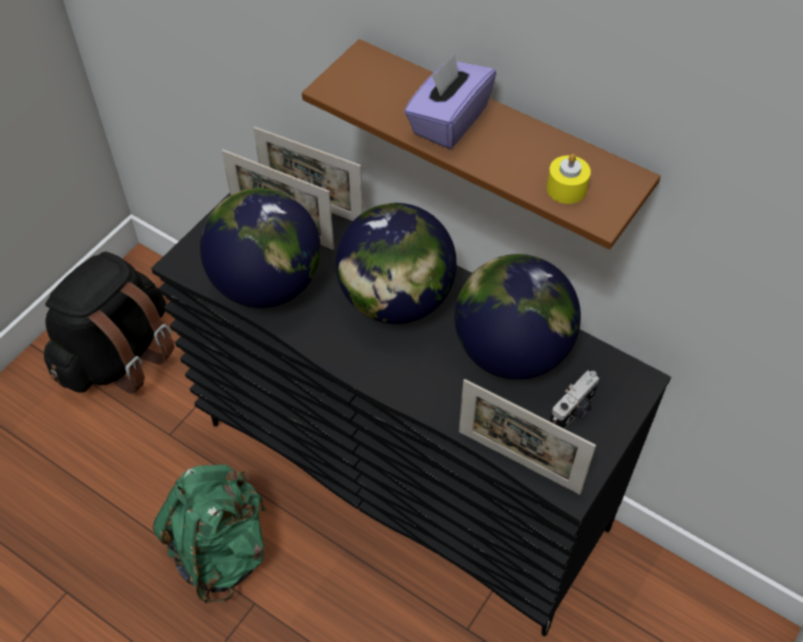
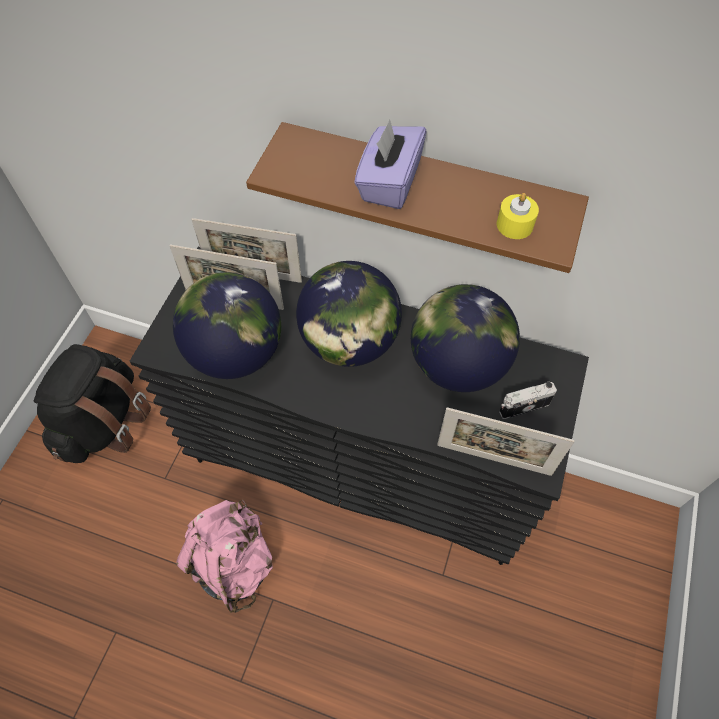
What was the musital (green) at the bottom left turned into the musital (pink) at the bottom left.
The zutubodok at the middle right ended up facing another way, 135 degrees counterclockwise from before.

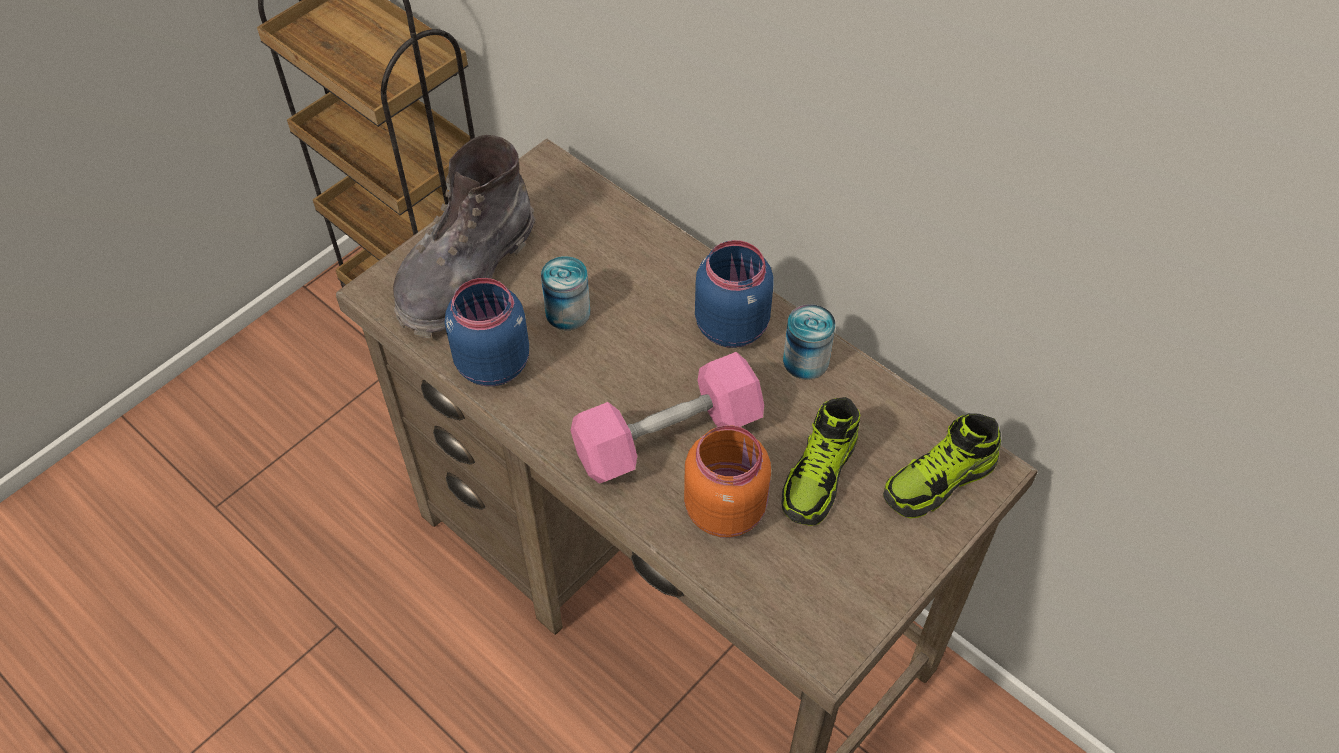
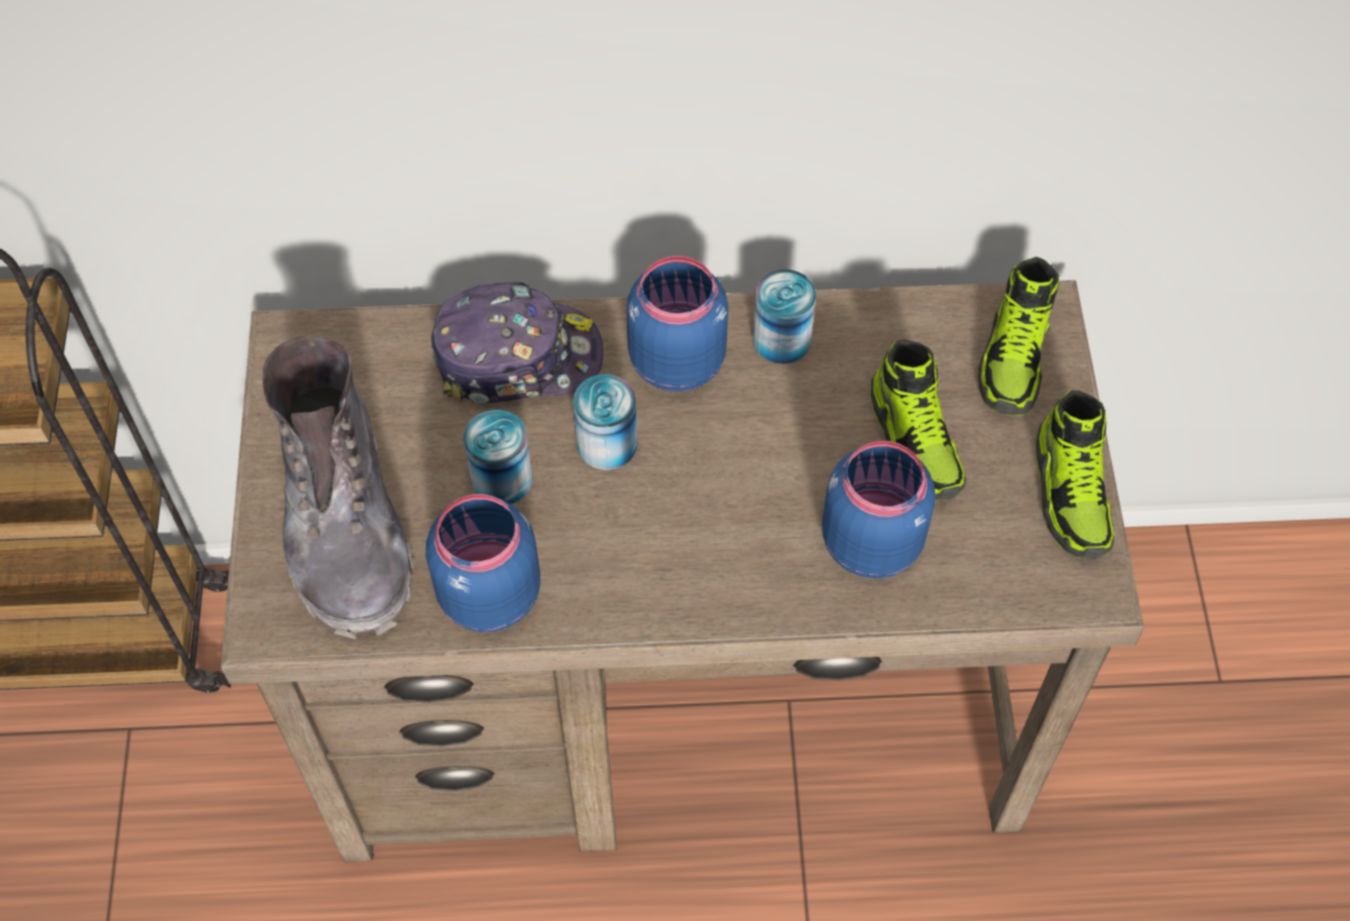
The second view lost the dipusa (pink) at the centre.
The second view gained the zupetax at the centre.
The second view gained the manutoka (no. 2 from left) at the centre.
The second view gained the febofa (no. 3 from left) at the middle right.
What was the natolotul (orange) at the centre turned into the natolotul (blue) (no. 3 from left) at the centre.

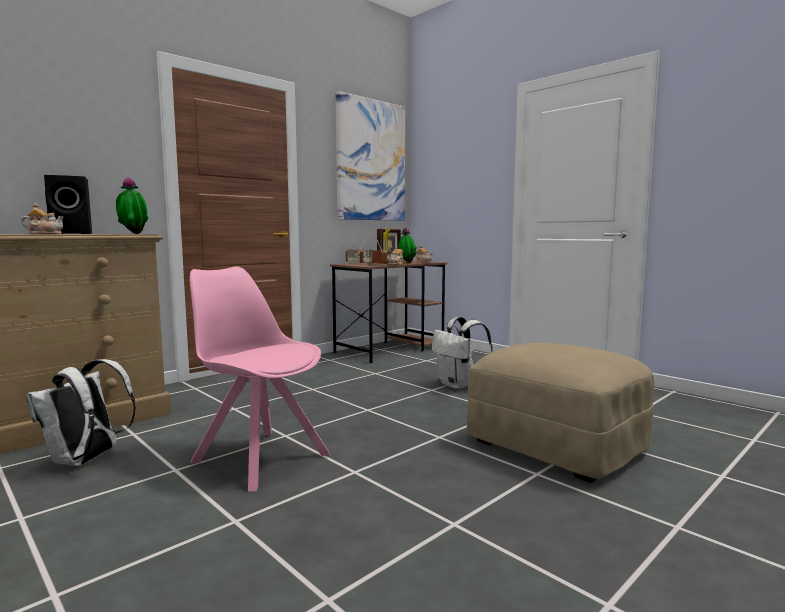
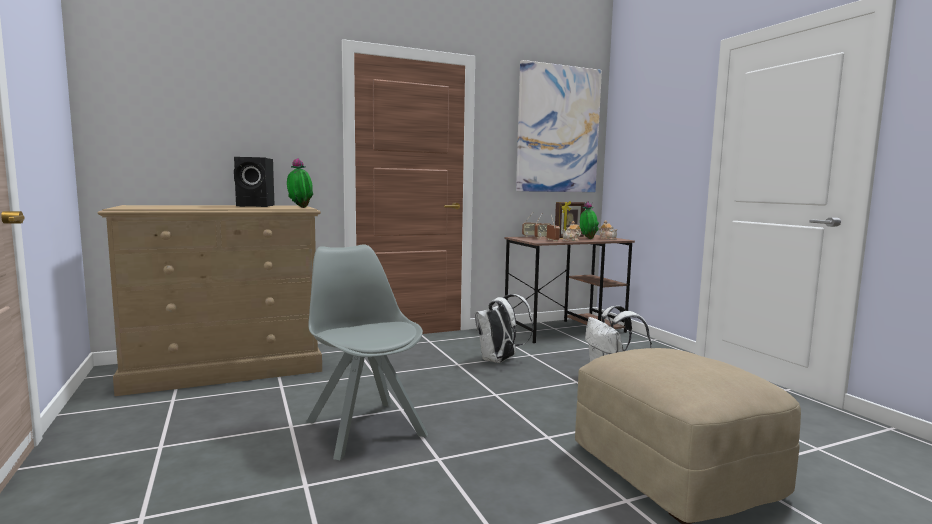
The second view lost the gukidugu (no. 1 from left) at the middle left.
The musital (white) (no. 1 from left) ended up elsewhere, having gone from the bottom left to the centre.
What was the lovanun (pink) at the middle left turned into the lovanun (grey) at the bottom centre.

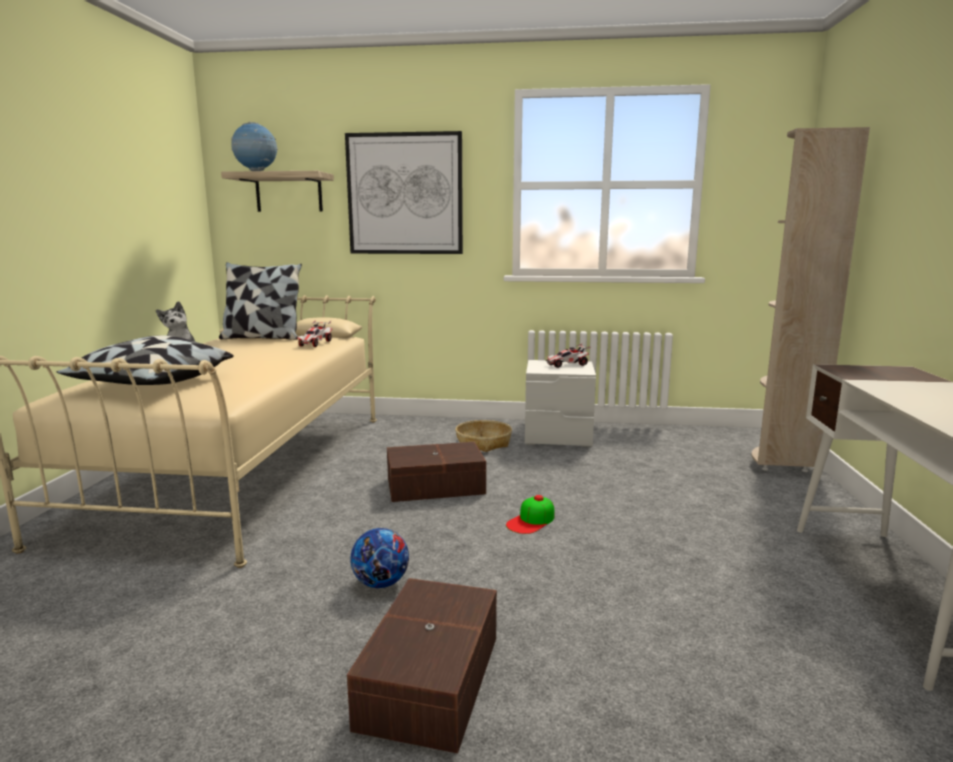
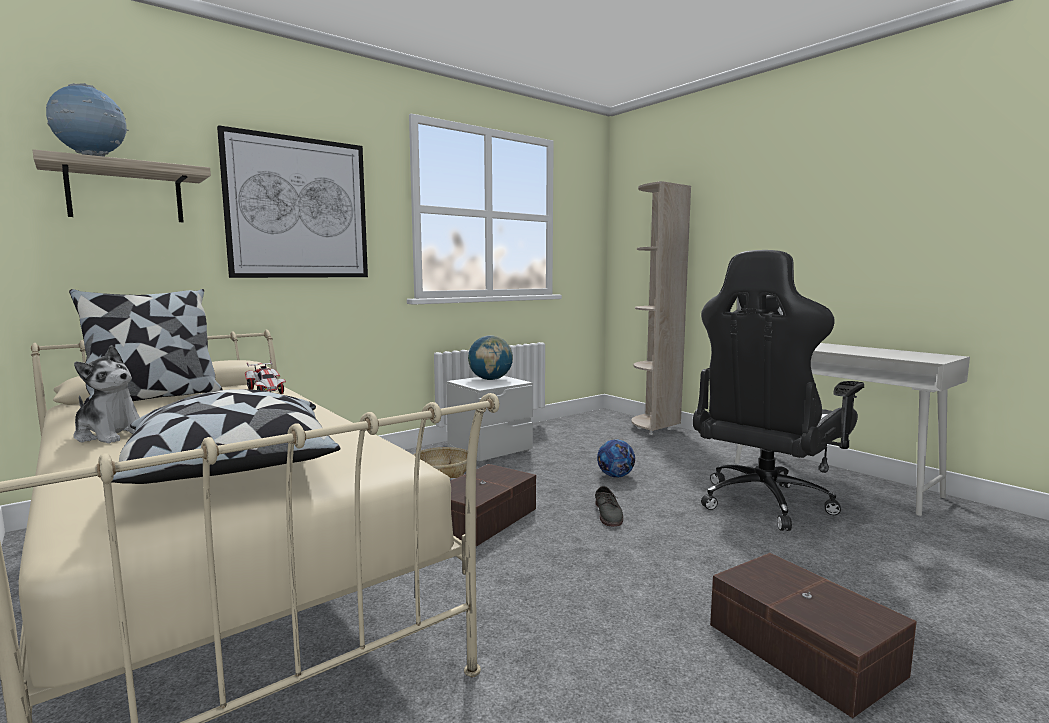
The second view gained the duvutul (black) at the middle right.
The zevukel ended up elsewhere, having gone from the bottom centre to the centre.
Where the zupetax stood at the bottom centre, the febofa (grey) came to stand at the bottom centre.
Where the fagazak (no. 2 from left) stood at the centre, the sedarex (no. 2 from left) came to stand at the centre.

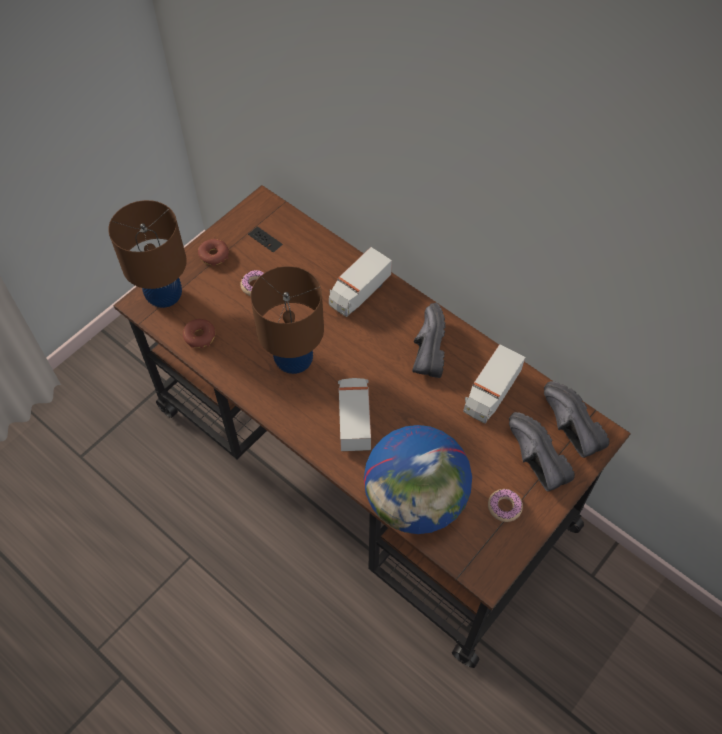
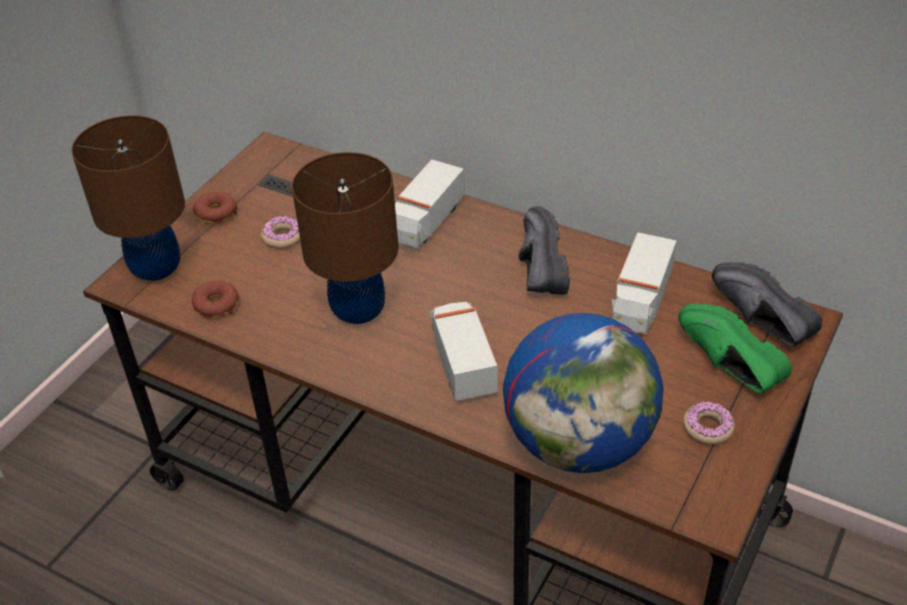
What was the febofa (black) (no. 2 from left) at the middle right turned into the febofa (green) at the middle right.

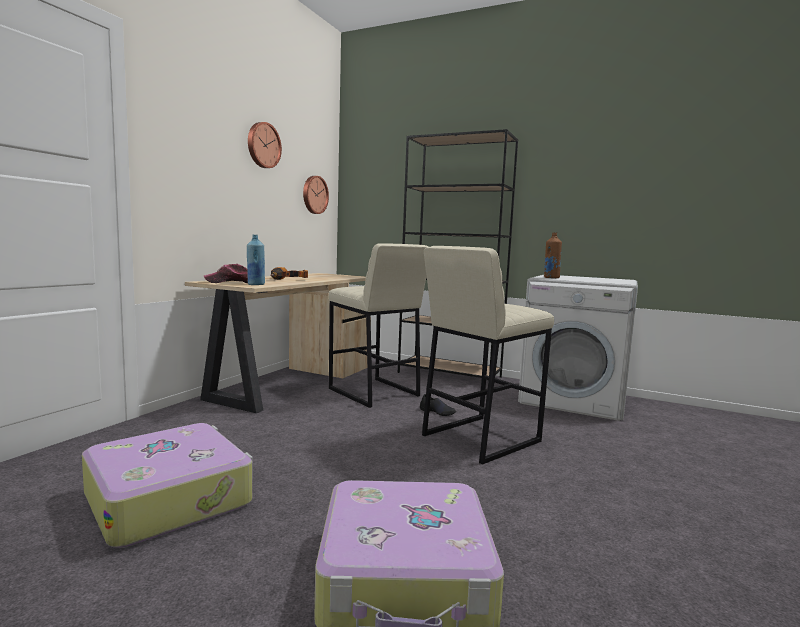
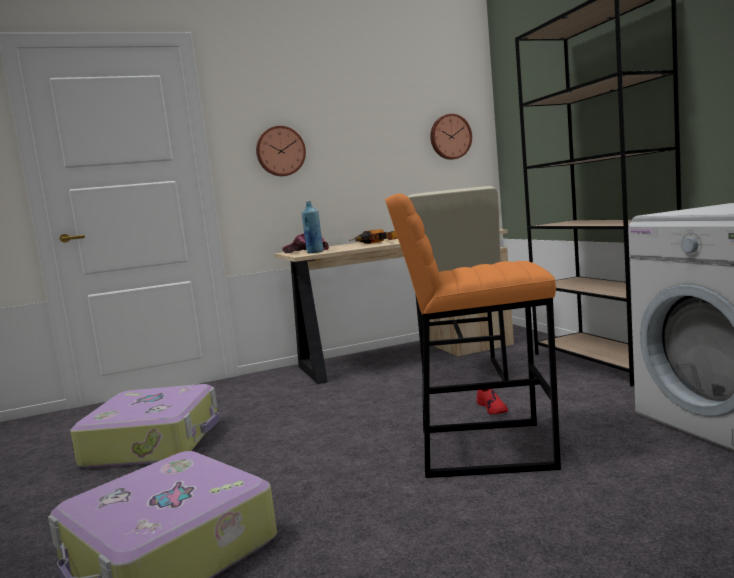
The second view lost the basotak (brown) at the middle right.
The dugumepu (no. 1 from left) ended up elsewhere, having gone from the top left to the top centre.
What was the febofa (black) at the centre turned into the febofa (red) at the bottom right.
What was the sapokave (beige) (no. 2 from left) at the centre turned into the sapokave (orange) at the centre.

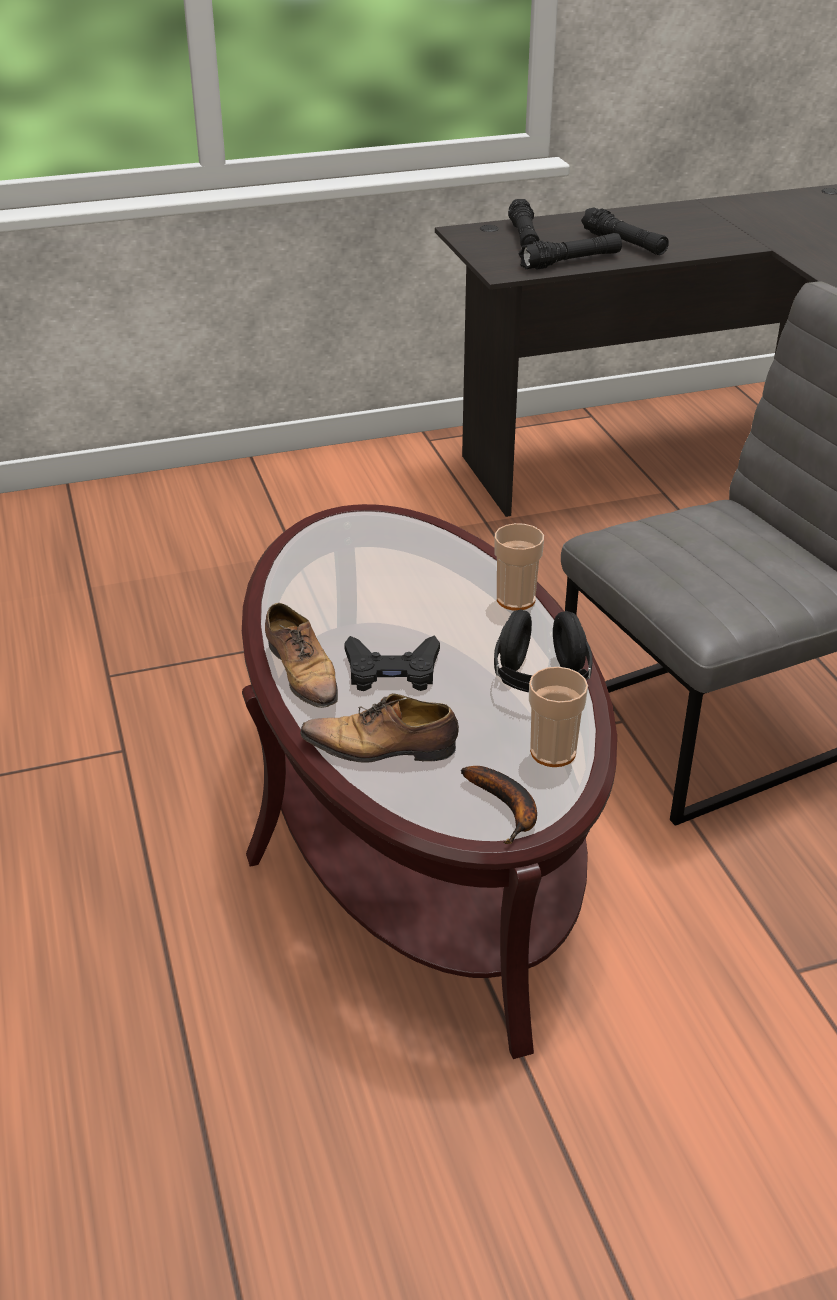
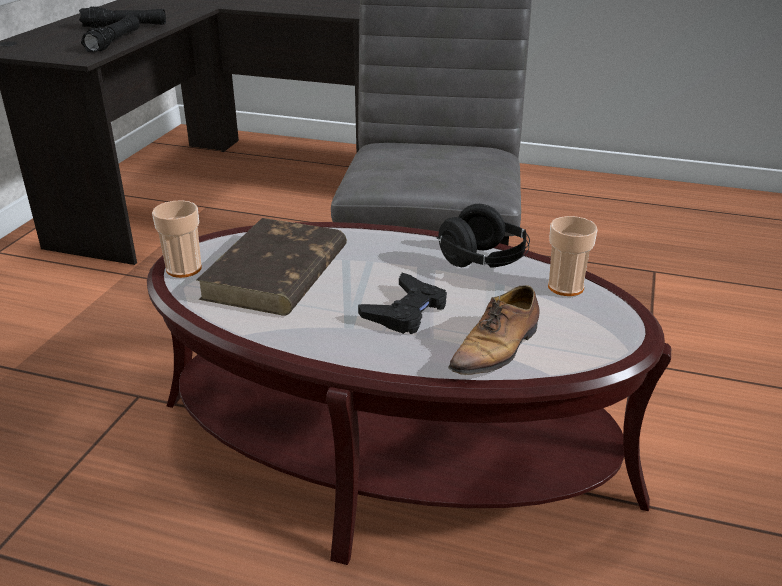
The second view lost the febofa (no. 1 from left) at the centre.
The second view lost the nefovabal at the centre.
The second view lost the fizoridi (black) (no. 1 from left) at the top centre.
The second view gained the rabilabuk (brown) at the centre.
The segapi (no. 1 from left) ended up elsewhere, having gone from the centre to the middle left.

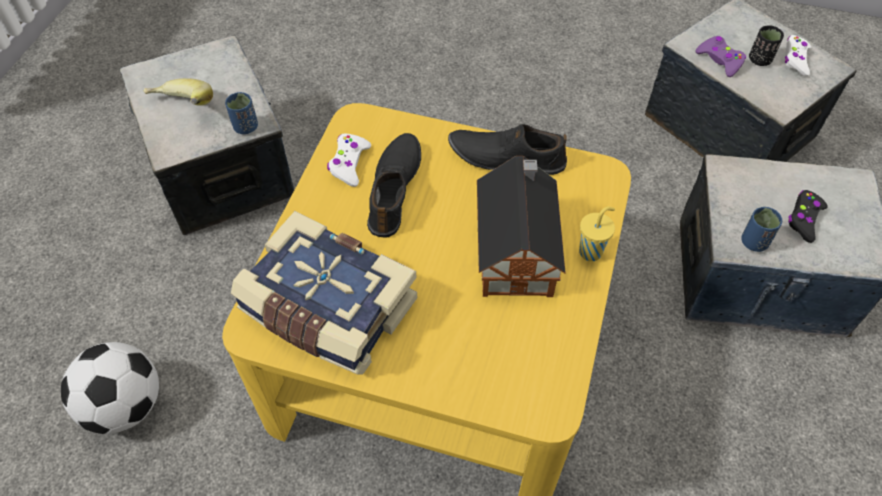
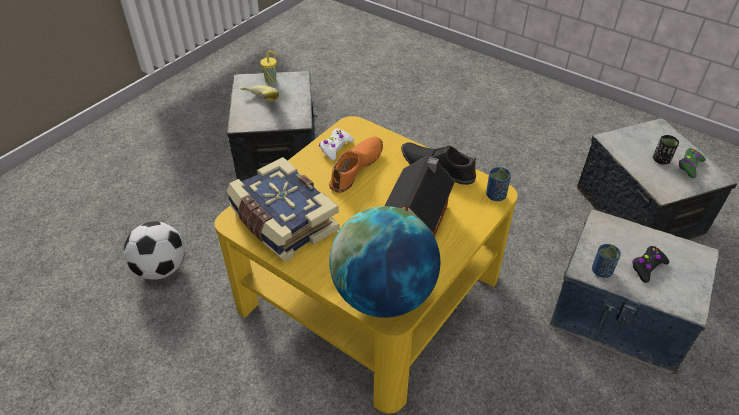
The second view lost the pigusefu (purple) at the top right.
The second view gained the sedarex at the centre.
The segapi (blue) (no. 1 from left) ended up elsewhere, having gone from the top left to the middle right.
The segapi (yellow) ended up elsewhere, having gone from the middle right to the top centre.
What was the febofa (black) (no. 1 from left) at the centre turned into the febofa (orange) at the centre.
What was the pigusefu (white) (no. 2 from left) at the top right turned into the pigusefu (green) at the middle right.

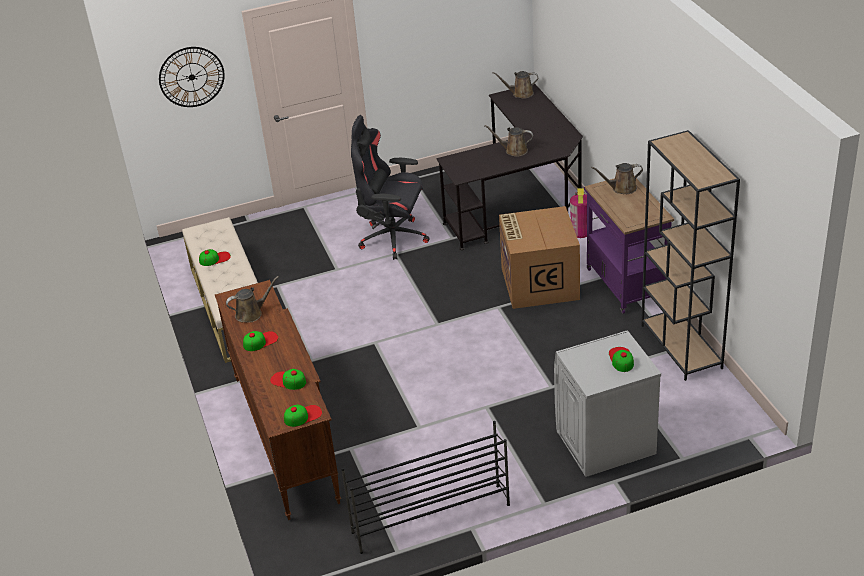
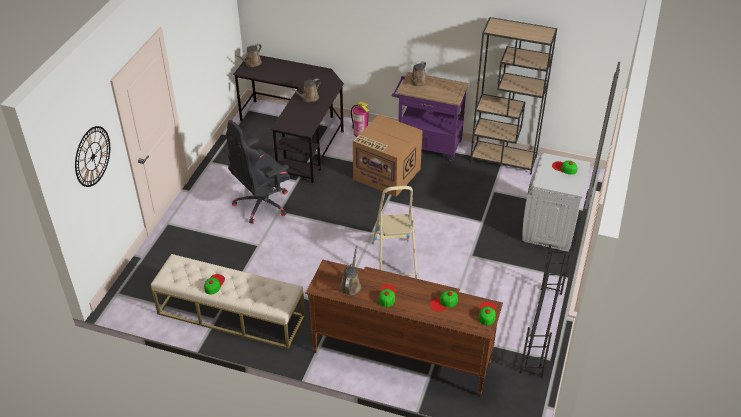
The second view gained the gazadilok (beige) at the centre.

